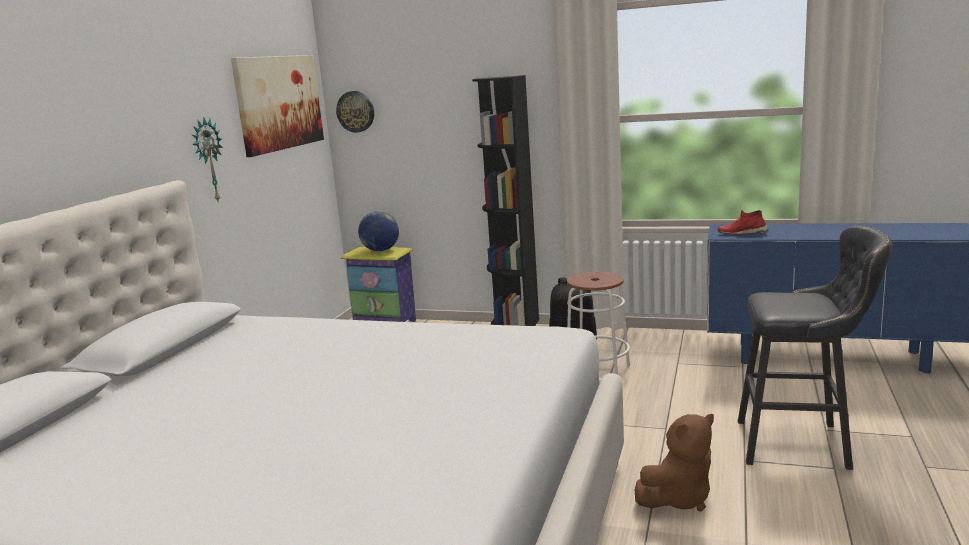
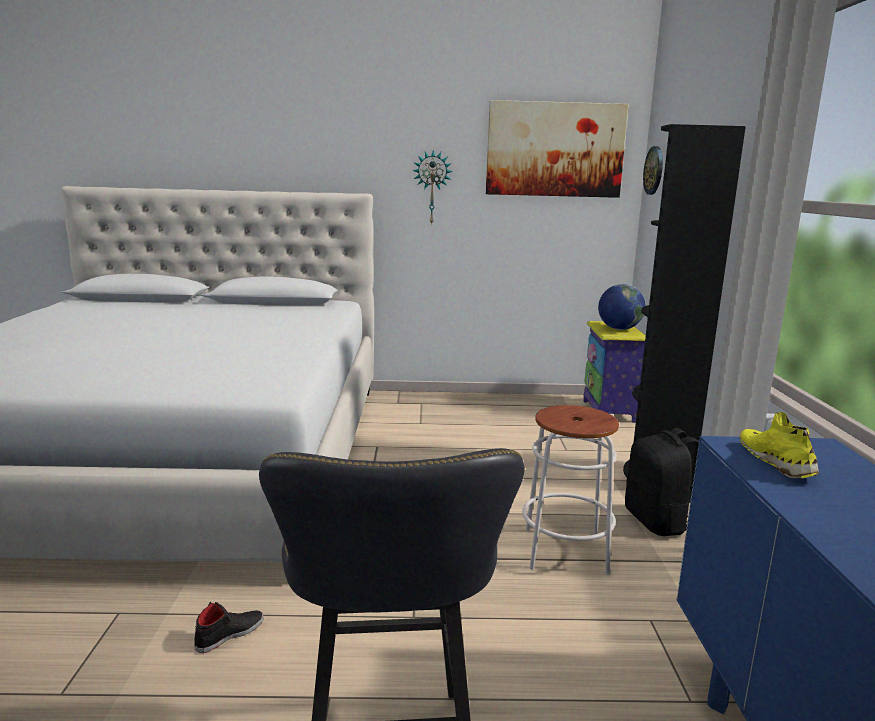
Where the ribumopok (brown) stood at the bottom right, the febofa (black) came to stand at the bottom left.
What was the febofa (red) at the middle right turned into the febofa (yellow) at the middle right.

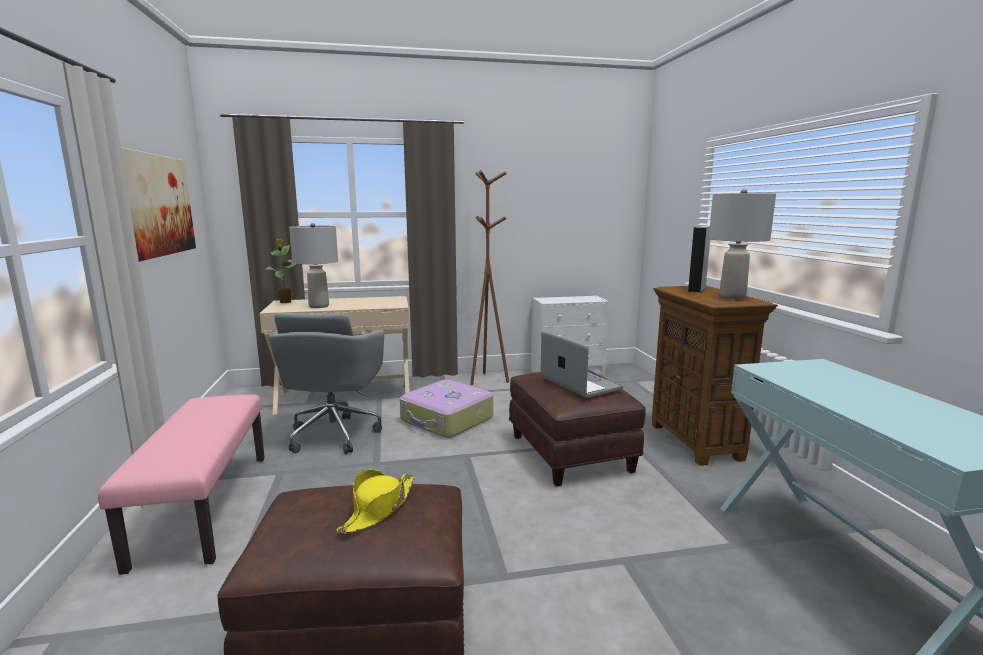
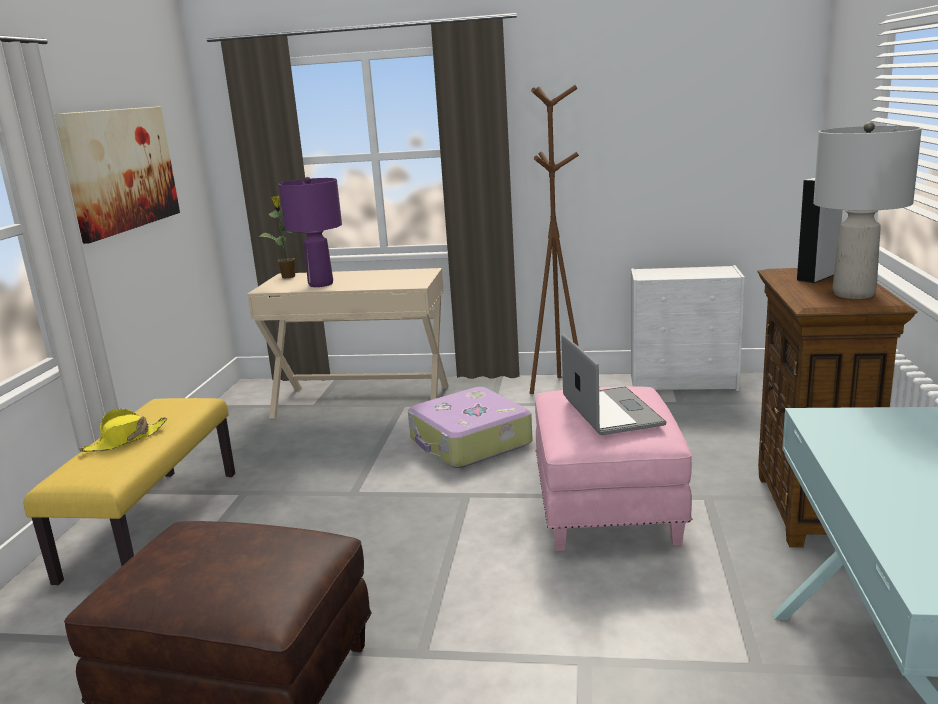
The second view lost the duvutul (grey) at the middle left.
The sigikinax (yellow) ended up elsewhere, having gone from the bottom centre to the middle left.
What was the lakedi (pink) at the bottom left turned into the lakedi (yellow) at the bottom left.
What was the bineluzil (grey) (no. 1 from left) at the middle left turned into the bineluzil (purple) at the top left.
What was the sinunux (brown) (no. 2 from left) at the centre turned into the sinunux (pink) at the centre.

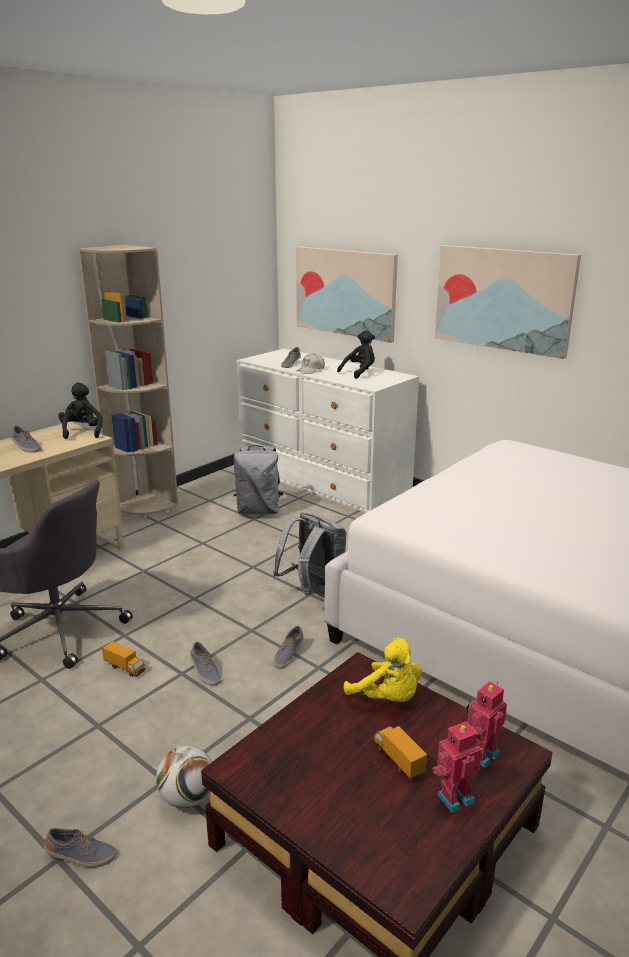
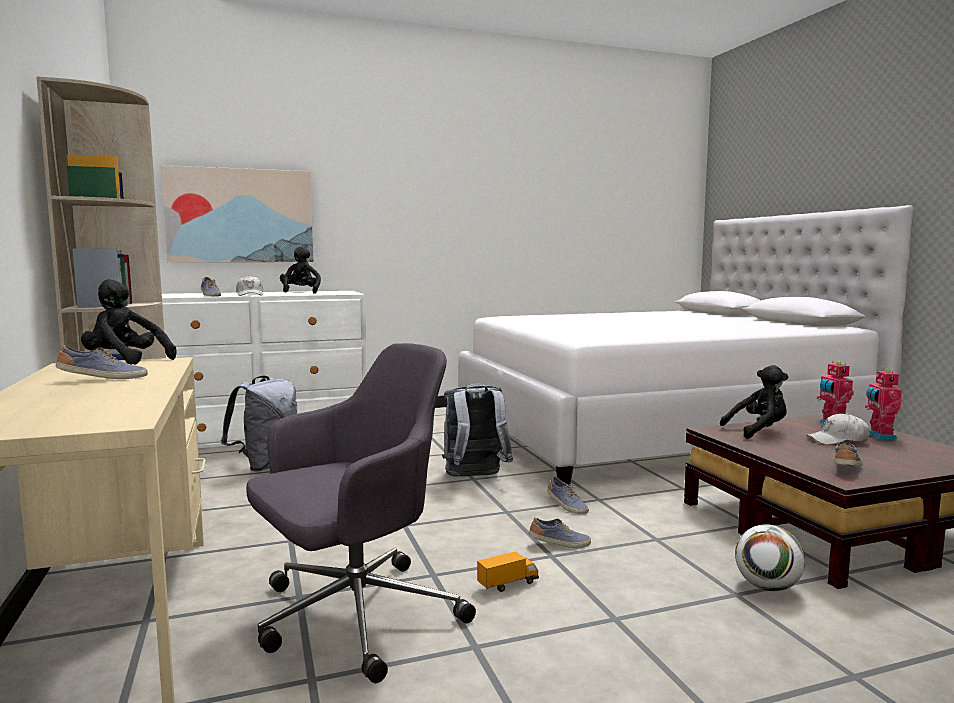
The second view lost the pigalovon (no. 2 from left) at the top right.
The febofa (no. 2 from left in the first image) ended up elsewhere, having gone from the bottom left to the middle right.
Where the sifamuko (no. 2 from left) stood at the bottom centre, the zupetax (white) (no. 2 from left) came to stand at the middle right.
What was the ribumopok (yellow) at the bottom centre turned into the ribumopok (black) (no. 3 from left) at the middle right.

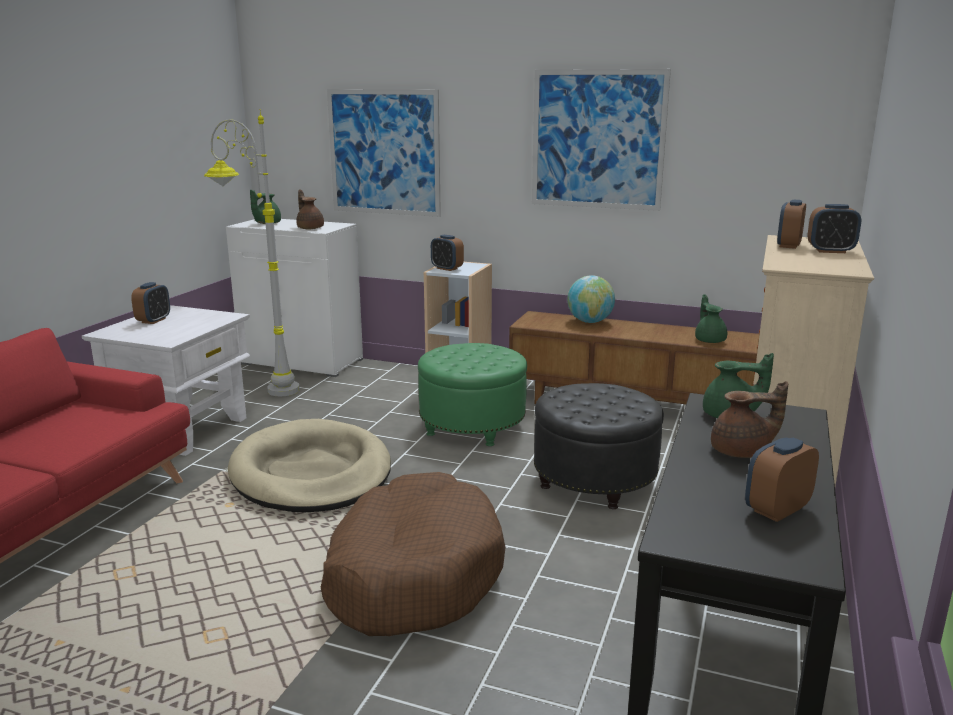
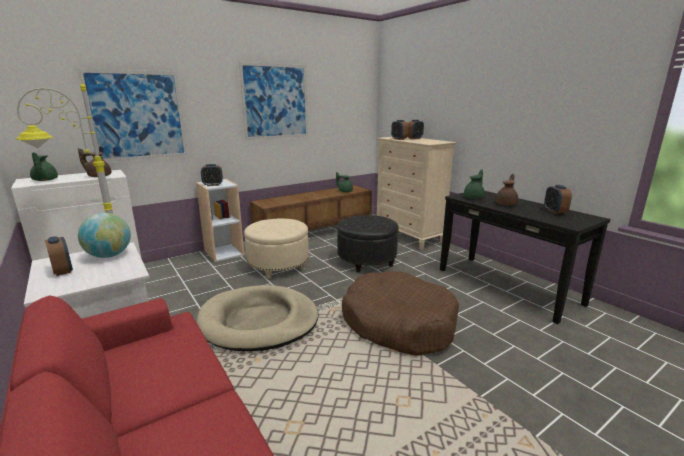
The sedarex ended up elsewhere, having gone from the centre to the middle left.
What was the sinunux (green) at the centre turned into the sinunux (beige) at the centre.

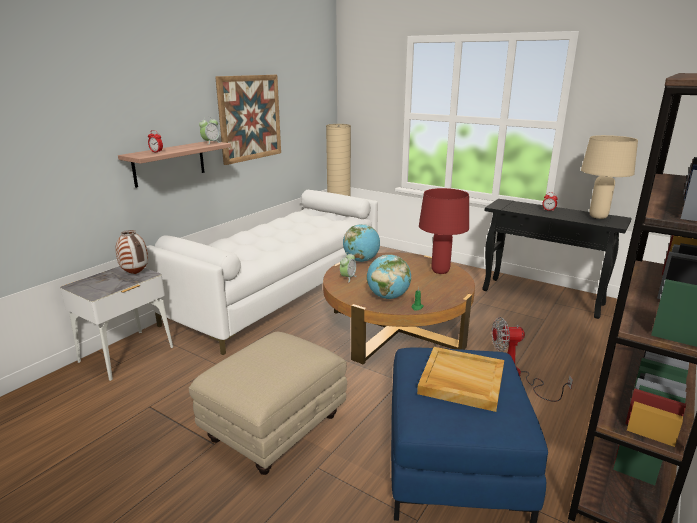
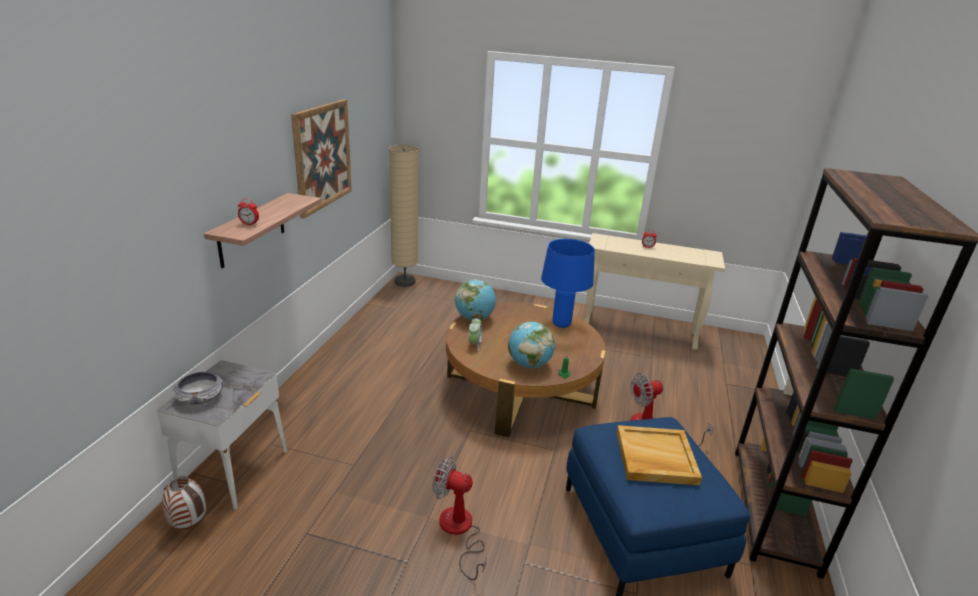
The second view lost the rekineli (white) at the centre.
The second view lost the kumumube (no. 2 from left) at the top left.
The second view lost the bineluzil (beige) at the middle right.
The second view gained the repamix at the middle left.
The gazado ended up elsewhere, having gone from the middle left to the bottom left.
Where the sinunux (beige) stood at the bottom centre, the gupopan (no. 1 from left) came to stand at the bottom centre.
What was the bineluzil (red) at the centre turned into the bineluzil (blue) at the centre.
What was the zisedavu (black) at the middle right turned into the zisedavu (beige) at the middle right.

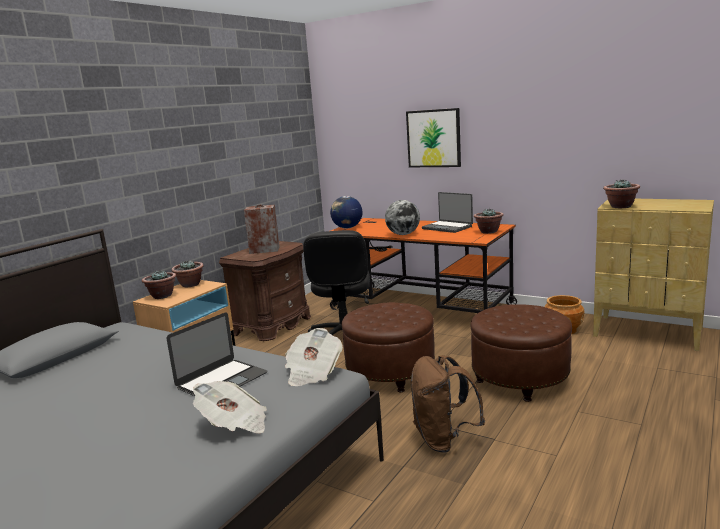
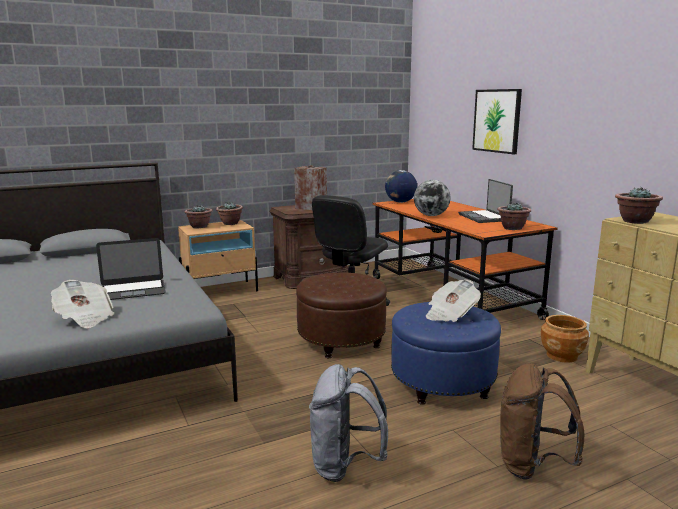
The second view gained the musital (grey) at the bottom centre.
The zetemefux (no. 2 from left) ended up elsewhere, having gone from the bottom centre to the middle right.
The musital (brown) ended up elsewhere, having gone from the bottom centre to the bottom right.
What was the sinunux (brown) (no. 2 from left) at the bottom right turned into the sinunux (blue) at the bottom centre.

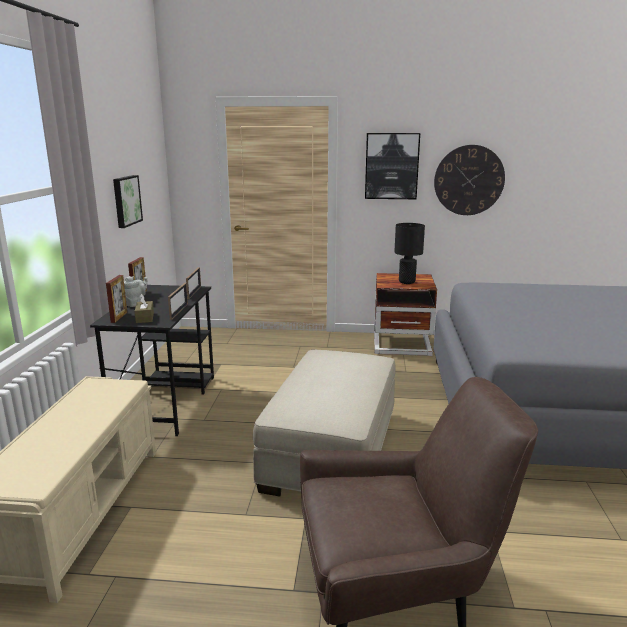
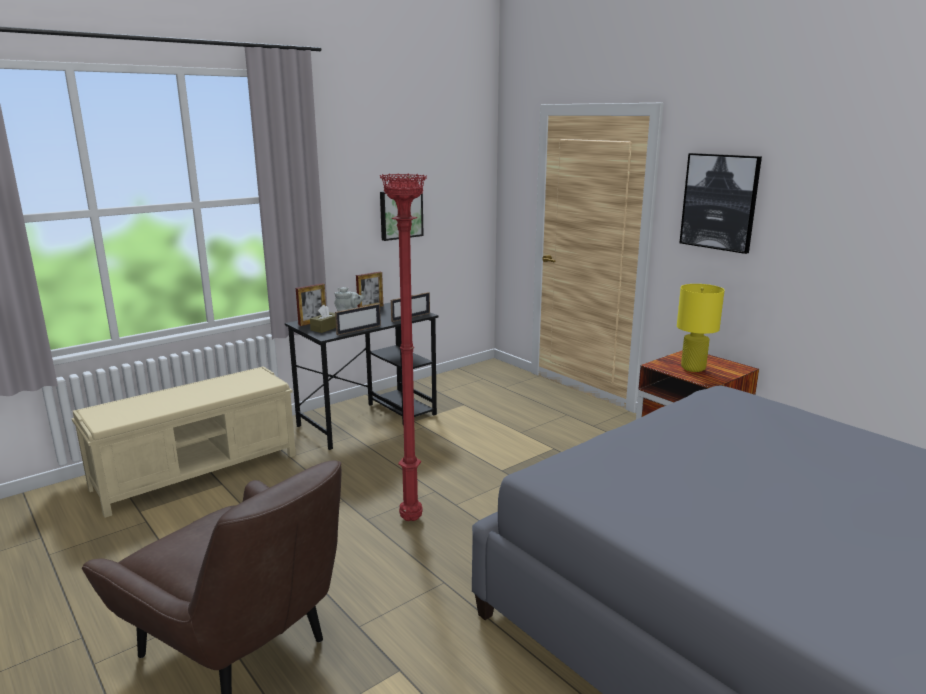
The second view lost the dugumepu at the top right.
Where the sinunux (beige) stood at the bottom centre, the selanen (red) came to stand at the centre.
What was the bineluzil (black) at the centre turned into the bineluzil (yellow) at the middle right.

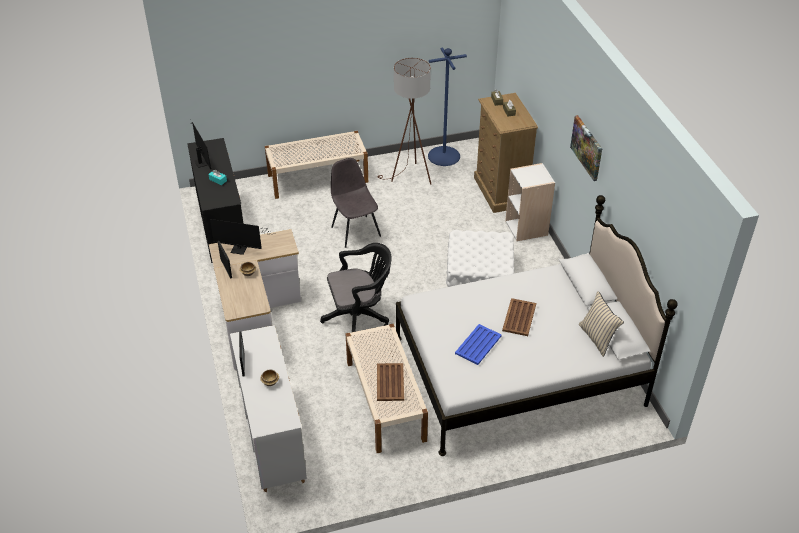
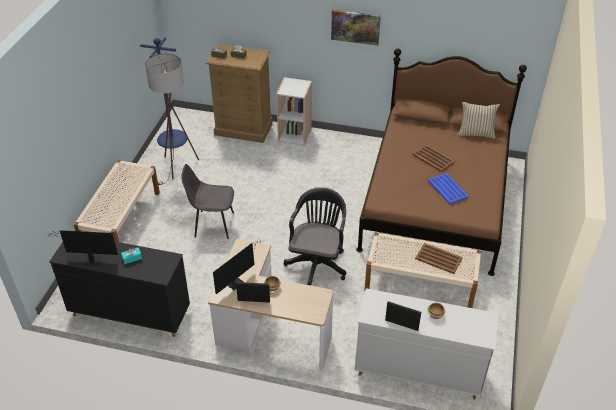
The second view lost the sinunux (white) at the centre.
What was the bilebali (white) at the middle right turned into the bilebali (brown) at the middle right.

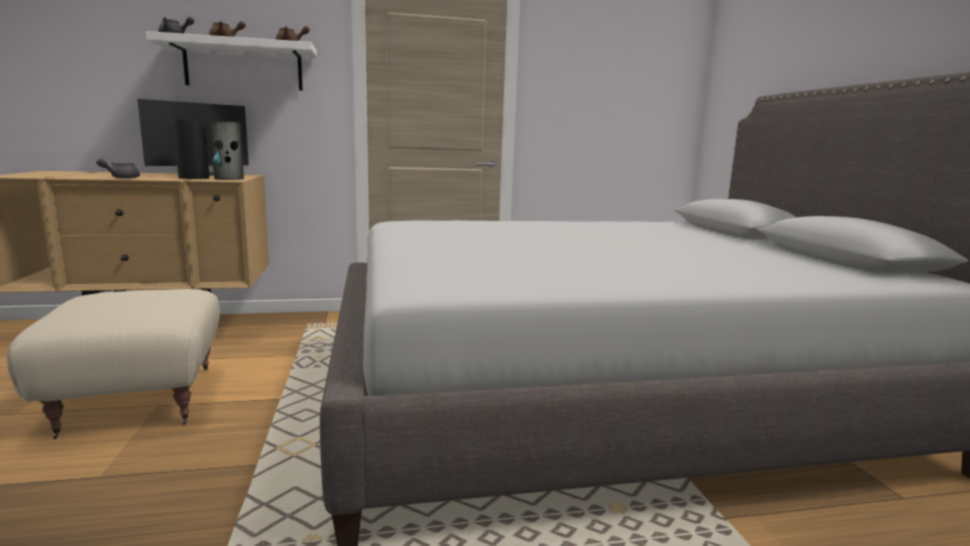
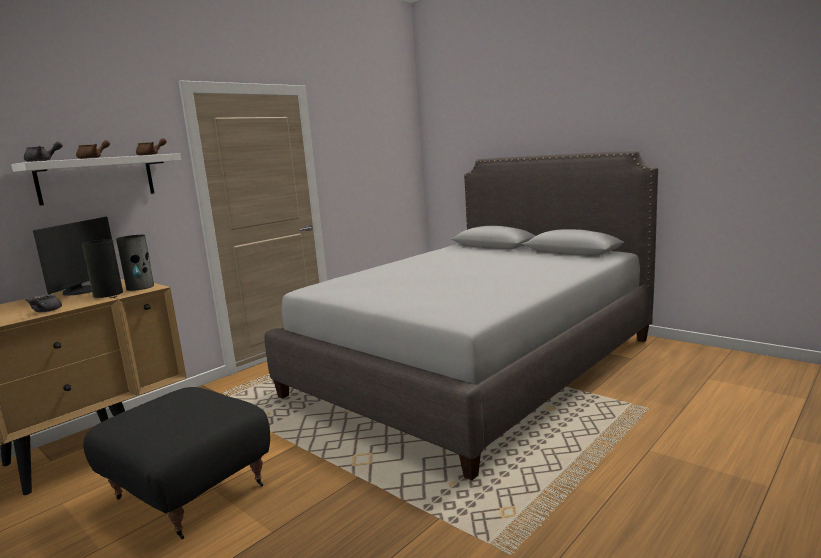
What was the sinunux (beige) at the bottom left turned into the sinunux (black) at the bottom left.

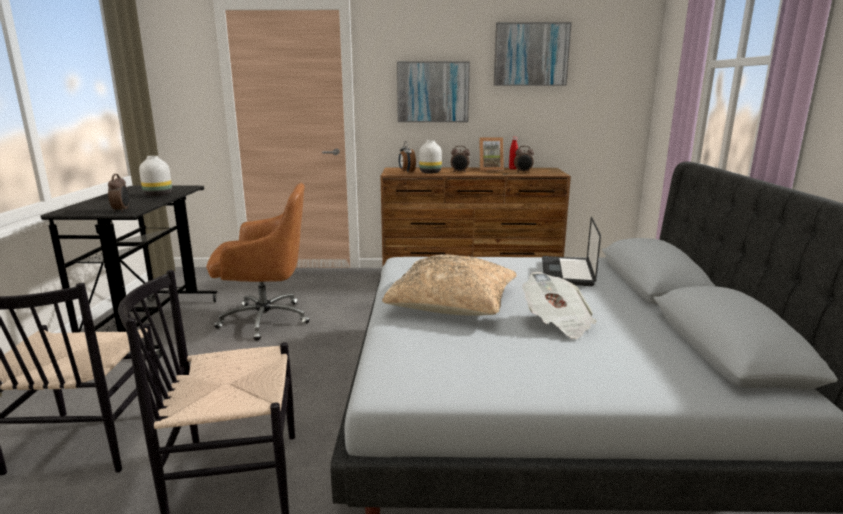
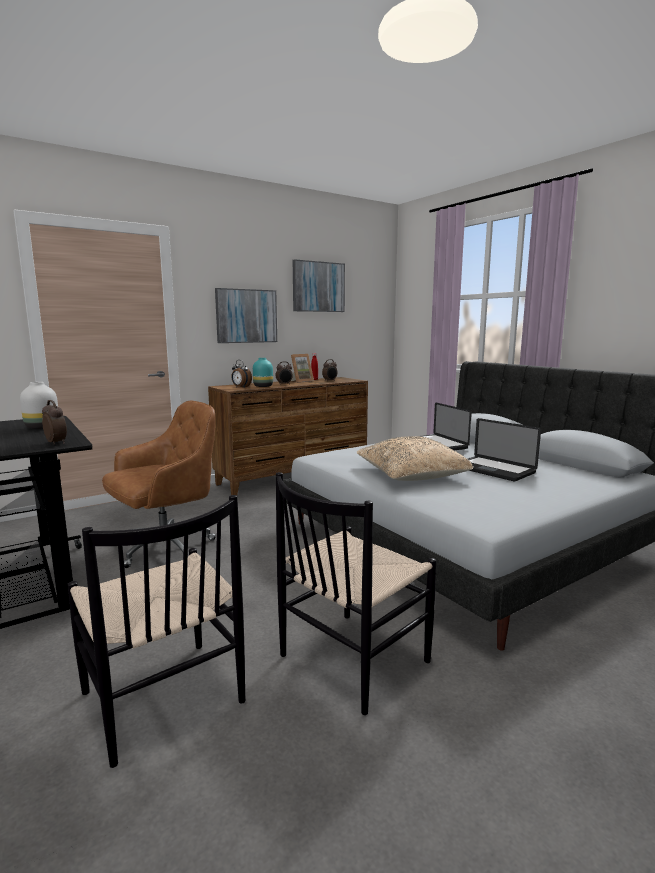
Where the zetemefux stood at the centre, the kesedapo (no. 2 from left) came to stand at the middle right.
What was the gazado (white) (no. 2 from left) at the top centre turned into the gazado (turquoise) at the centre.

